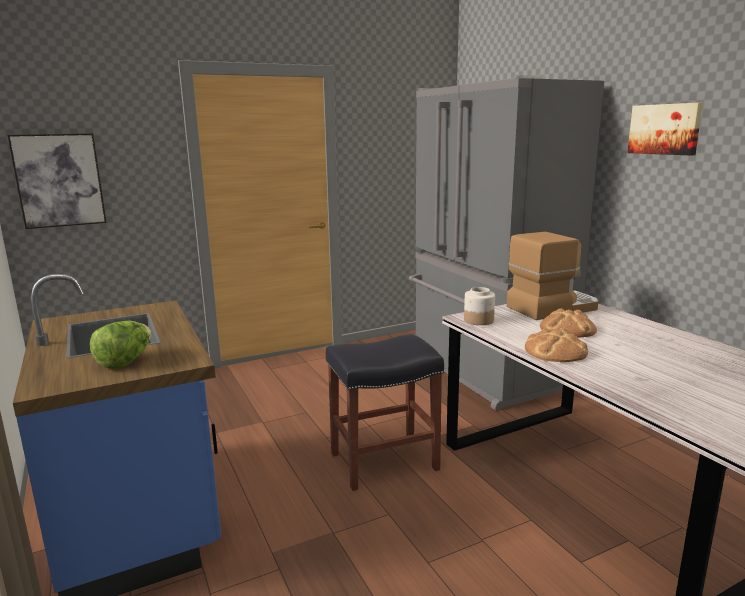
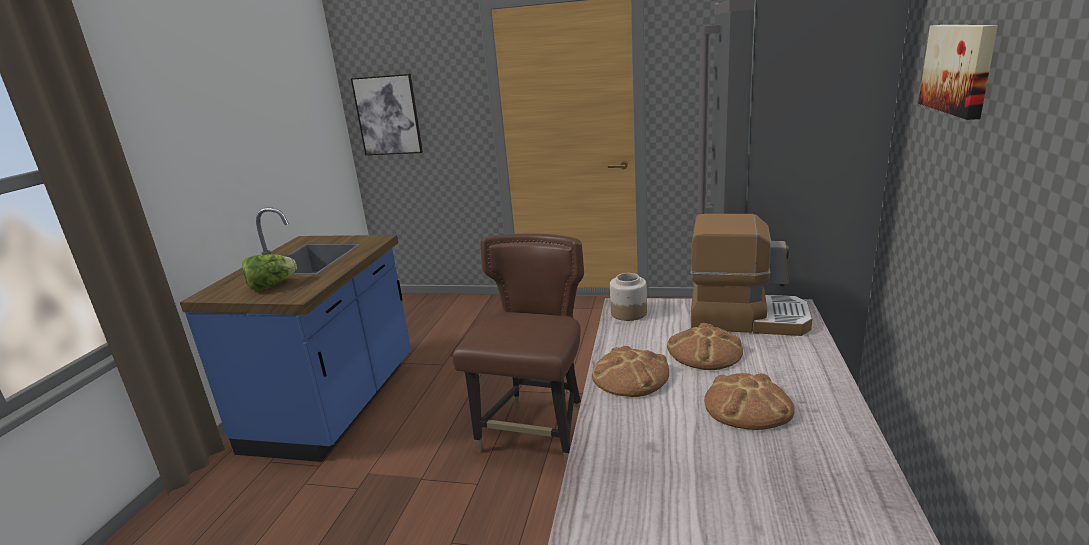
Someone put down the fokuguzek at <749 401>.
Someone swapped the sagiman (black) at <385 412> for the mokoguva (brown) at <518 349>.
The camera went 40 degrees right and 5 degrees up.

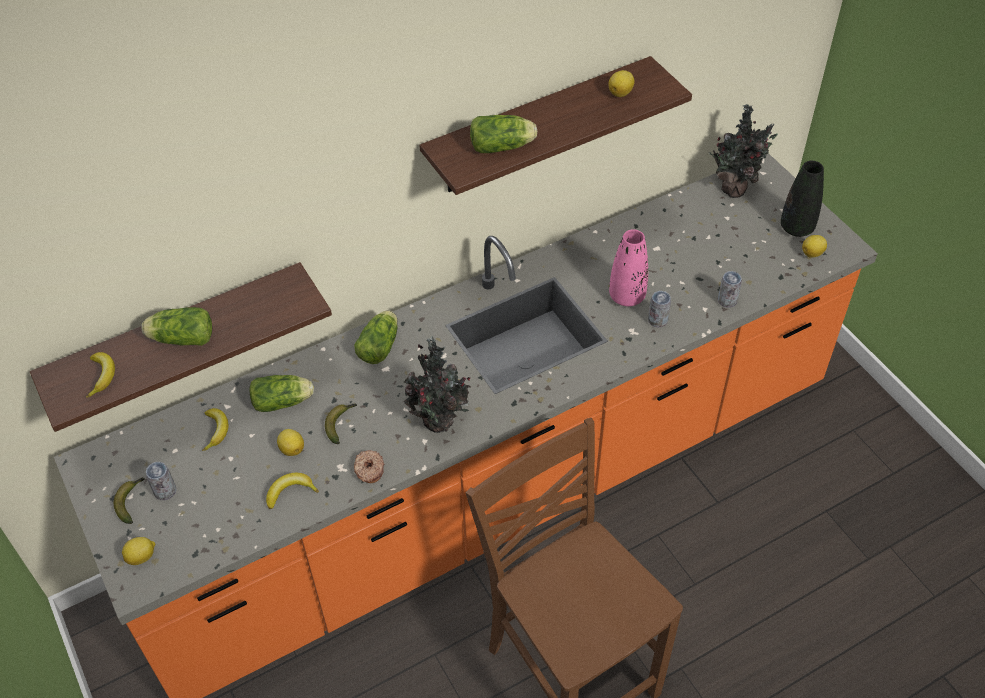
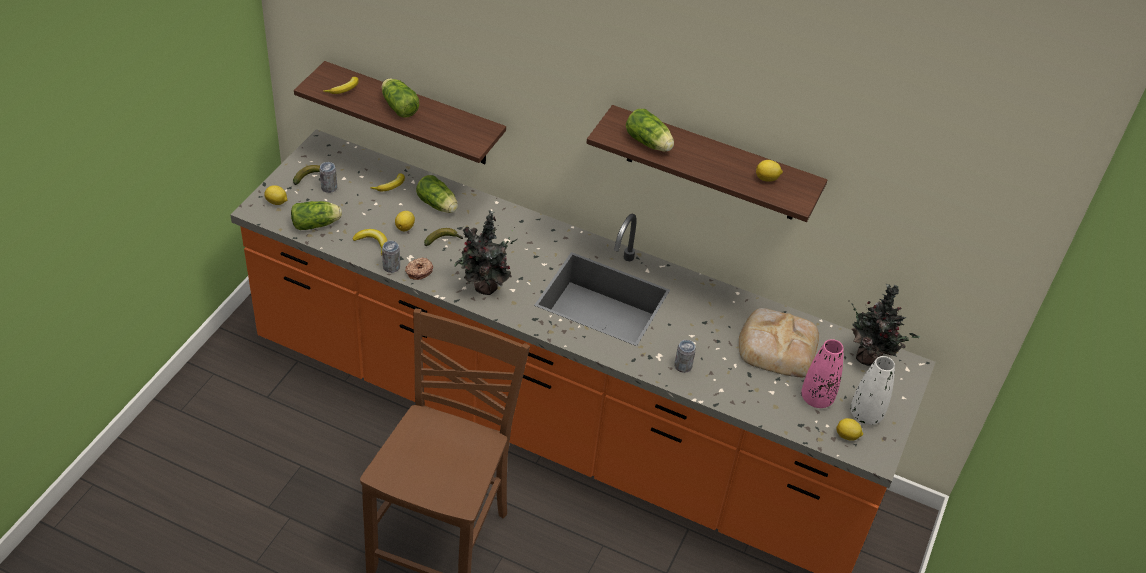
Someone put down the fokuguzek at <779 342>.
Someone carried the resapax from <376 337> to <316 215>.
Someone carried the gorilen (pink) from <628 267> to <822 373>.
Someone carried the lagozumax from <730 289> to <391 257>.
Someone repainted the gorilen (black) at <802 199>, which became the gorilen (white) at <872 390>.
The camera went 50 degrees right and 5 degrees down.

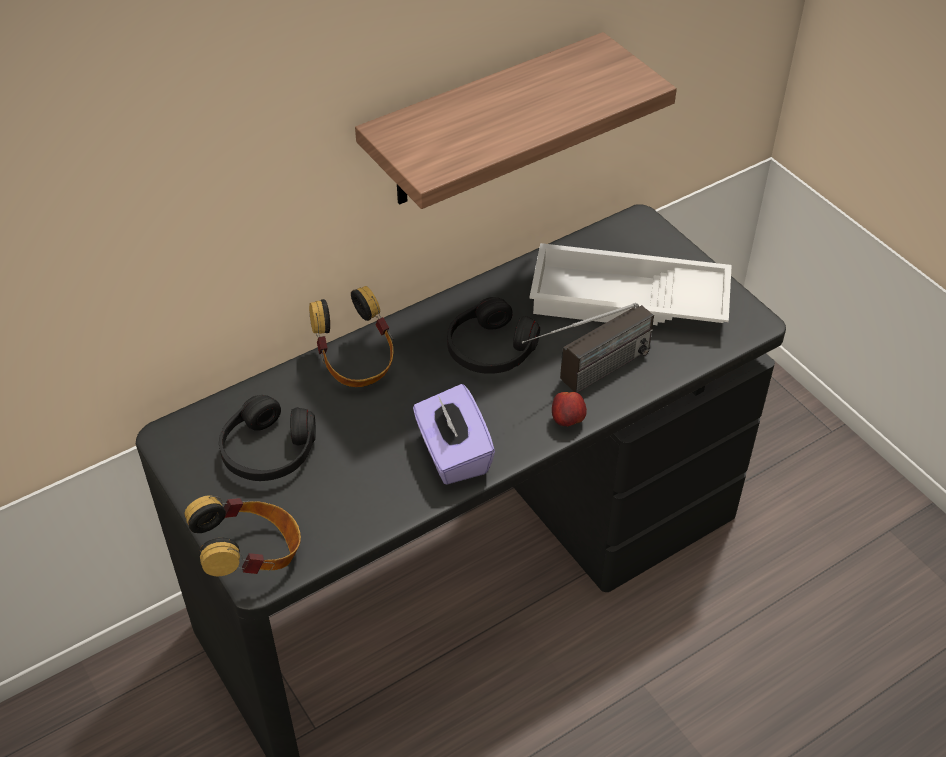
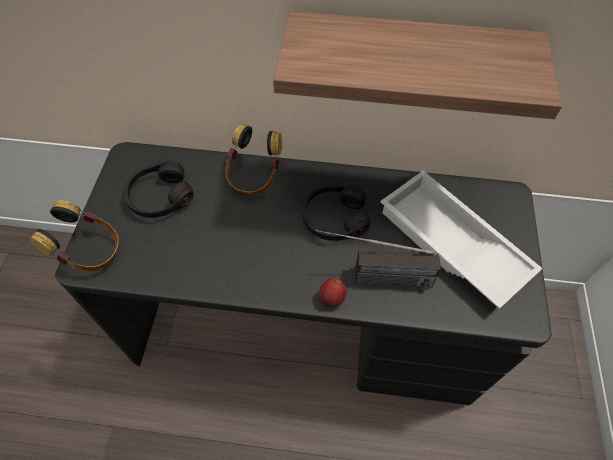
Someone took away the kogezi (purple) at <454 434>.
The camera went 40 degrees right and 10 degrees up.

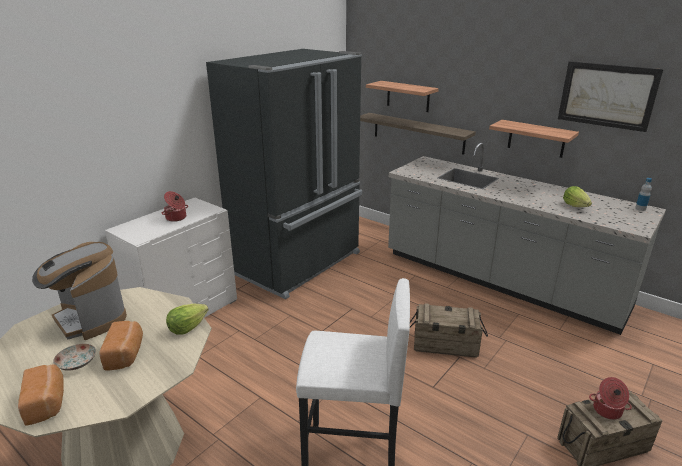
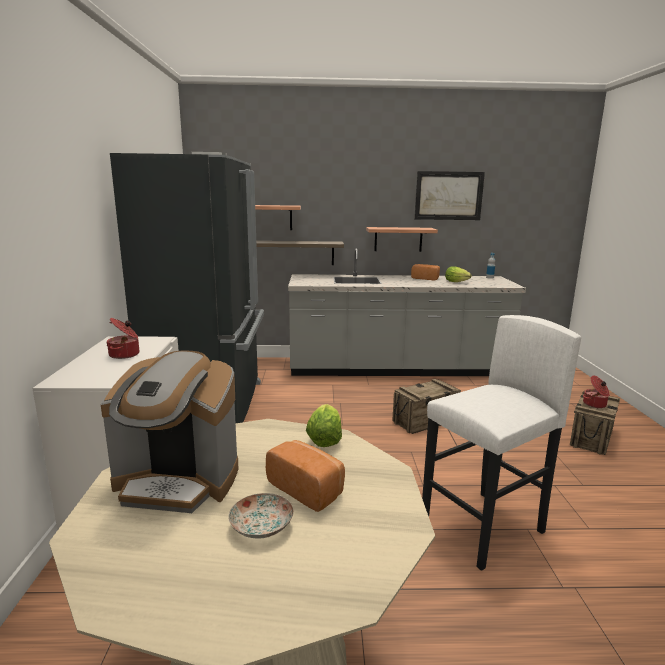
Someone carried the fokuguzek from <41 394> to <425 272>.
The camera went 40 degrees left and 10 degrees down.

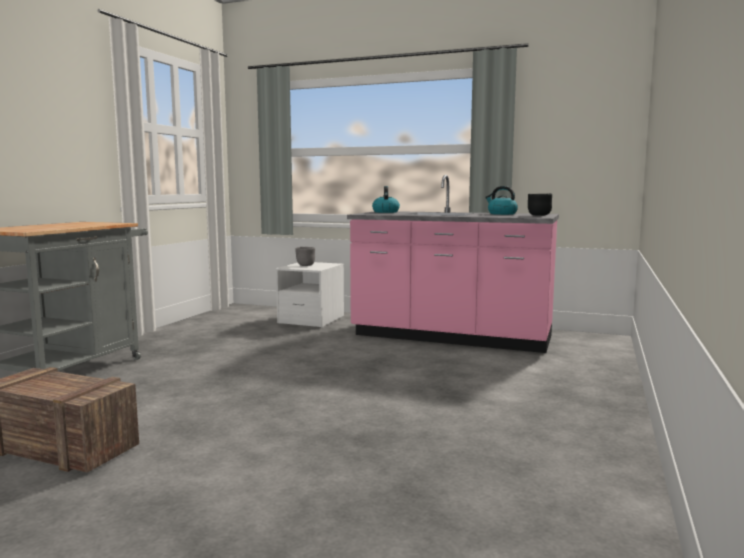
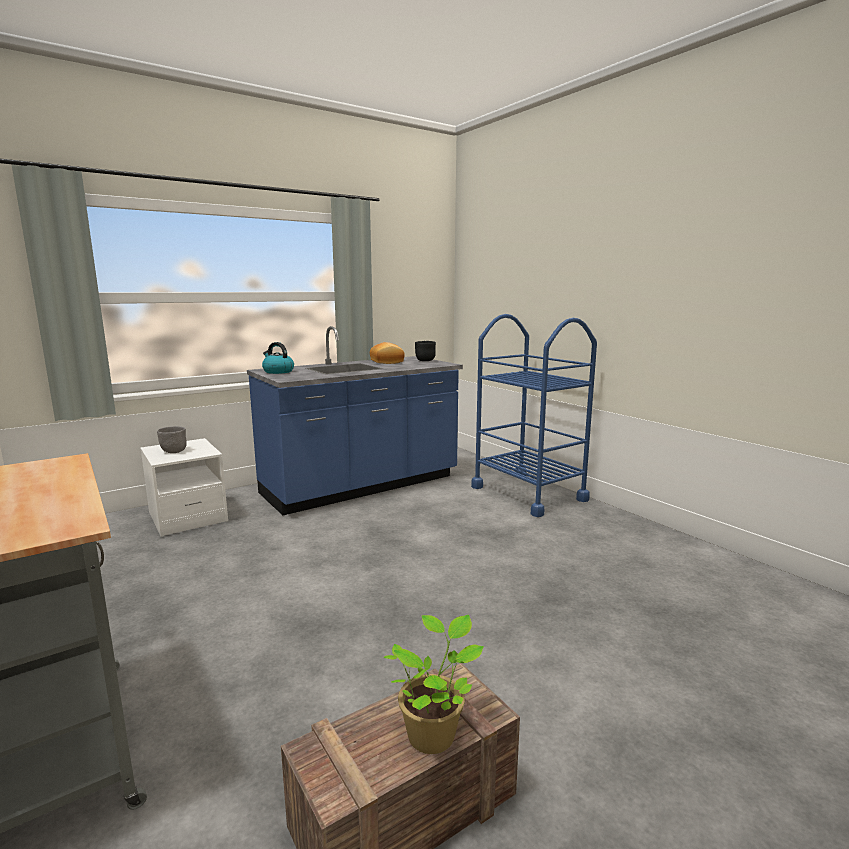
Someone put down the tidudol at <434 684>.
Someone put down the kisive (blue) at <534 415>.
Someone swapped the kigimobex at <501 200> for the fokuguzek at <387 353>.
Someone repainted the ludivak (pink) at <453 264>, which became the ludivak (blue) at <355 420>.
The camera went 55 degrees left and 5 degrees up.

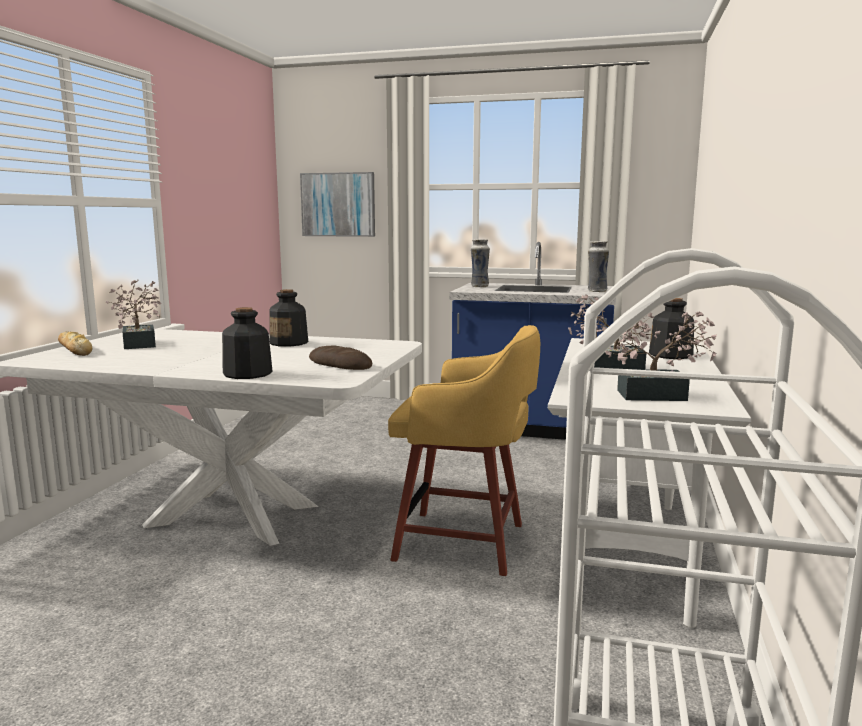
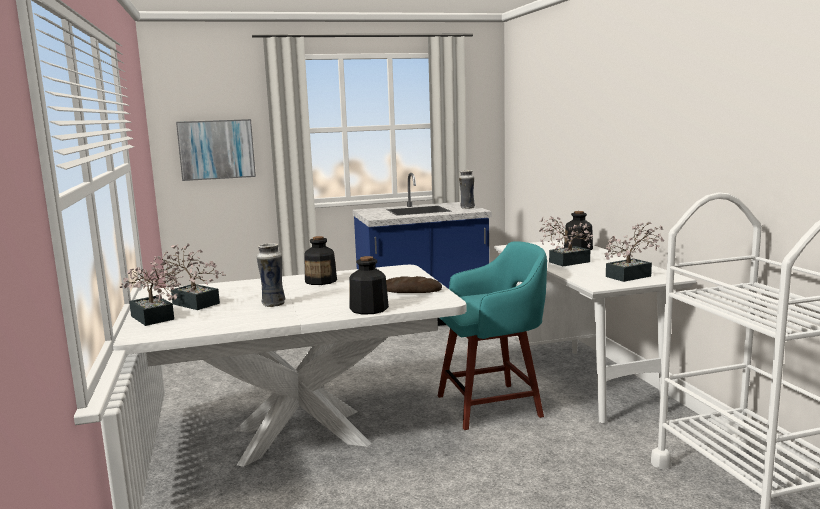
Someone carried the gorilen from <480 263> to <271 275>.
Someone swapped the fokuguzek at <75 343> for the tidudol at <151 293>.
Someone repainted the sagiman (yellow) at <464 450>, which became the sagiman (turquoise) at <492 335>.
The camera went 30 degrees left and 0 degrees up.

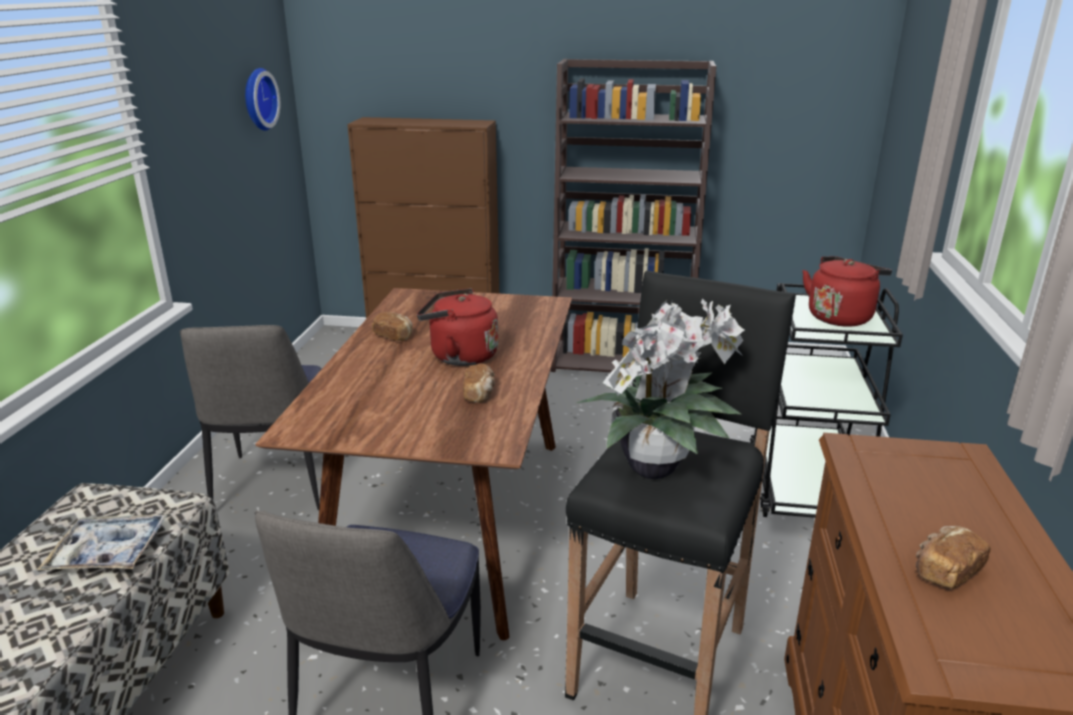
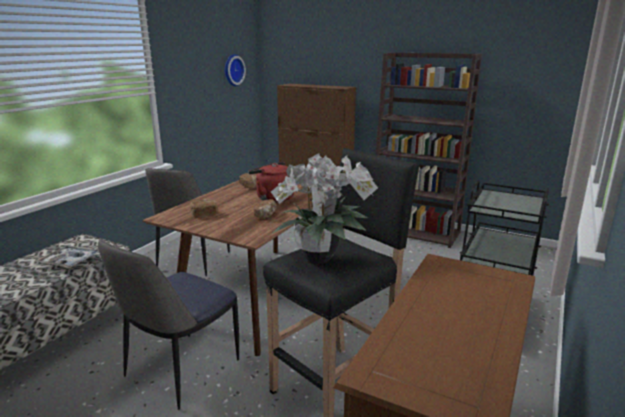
Someone took away the kigimobex (red) at <847 291>.
Someone carried the fokuguzek from <953 557> to <204 207>.
The camera went 20 degrees right and 5 degrees down.

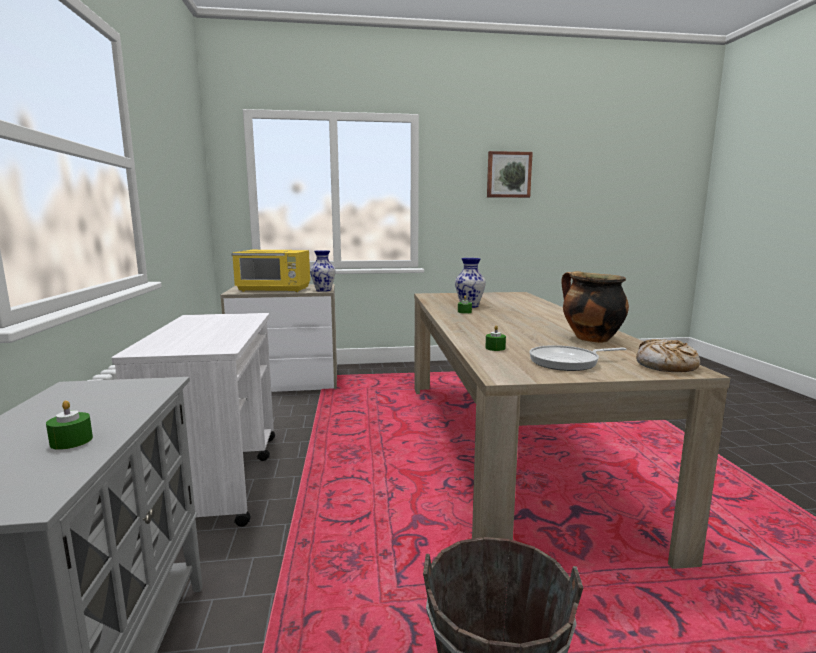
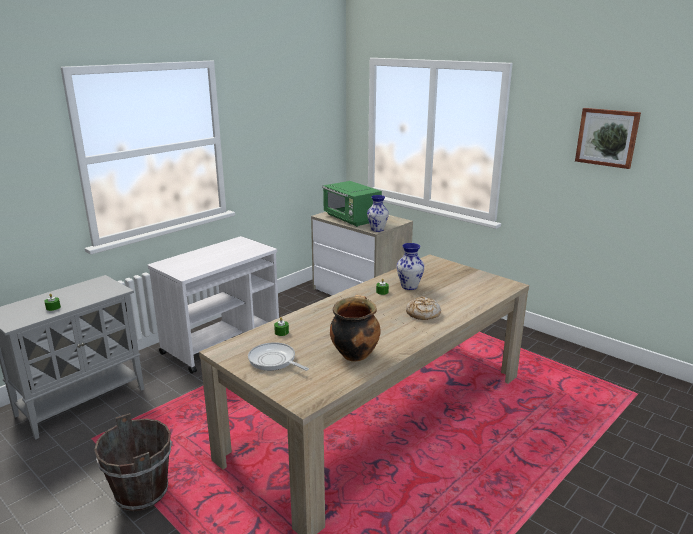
Someone carried the fokuguzek from <668 355> to <423 308>.
Someone repainted the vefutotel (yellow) at <271 271>, which became the vefutotel (green) at <352 204>.
The camera went 50 degrees right and 10 degrees up.

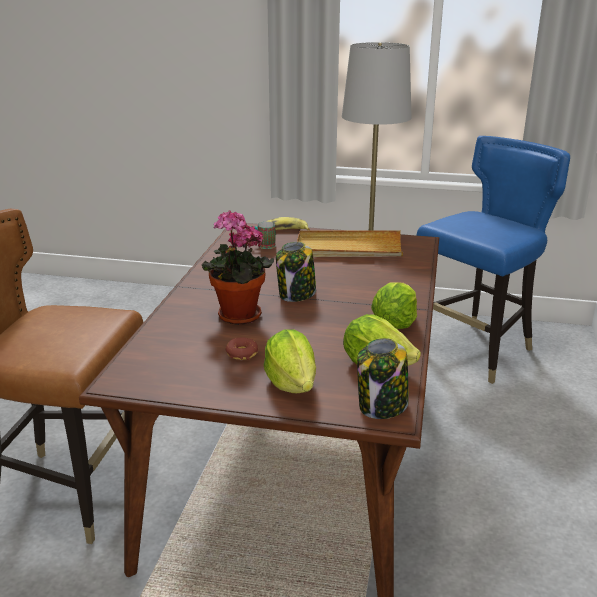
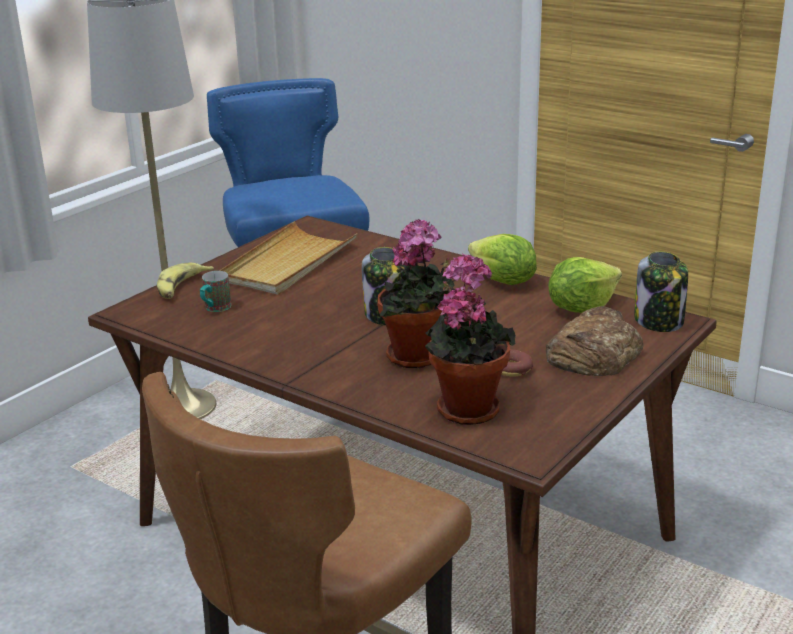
Someone put down the tidudol at <470 339>.
Someone swapped the resapax at <290 361> for the fokuguzek at <594 341>.
The camera went 65 degrees left and 0 degrees up.

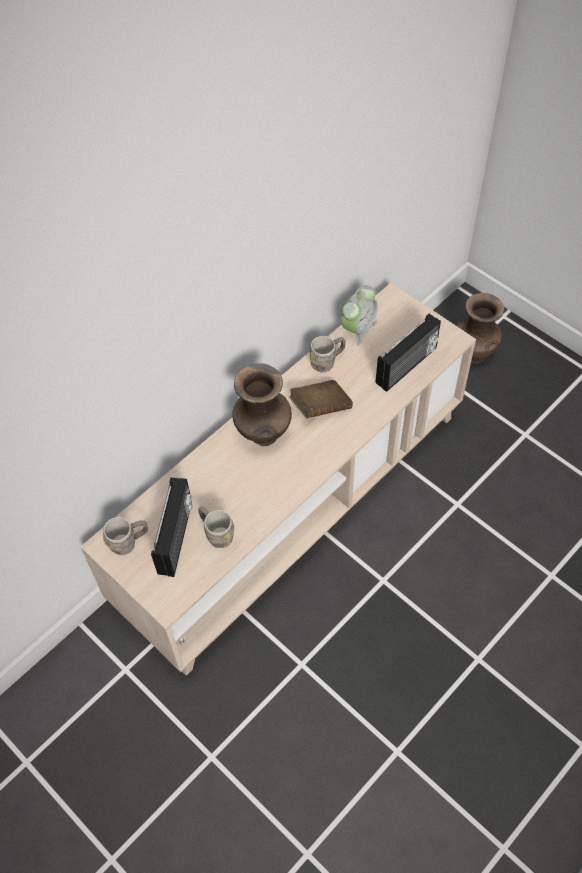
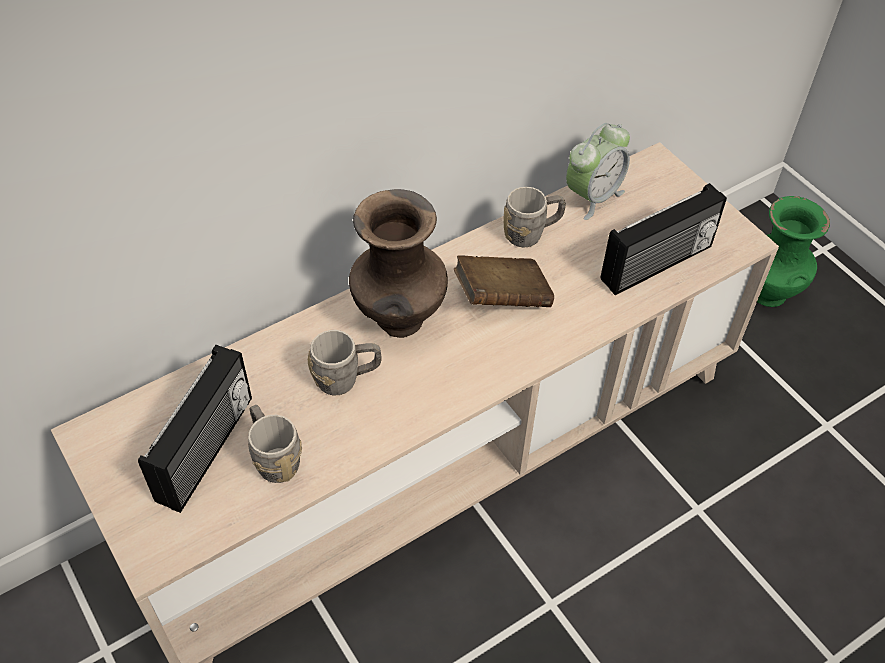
Someone carried the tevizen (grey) from <125 536> to <344 362>.
Someone repainted the gorilen (brown) at <480 328>, which became the gorilen (green) at <793 251>.
The camera went 10 degrees right and 5 degrees down.

